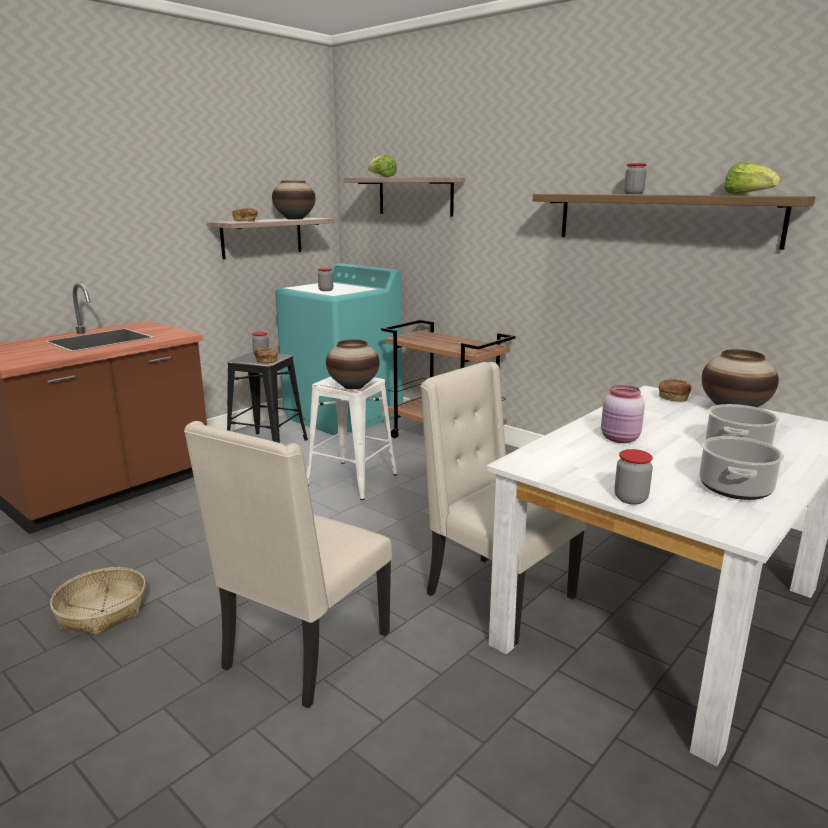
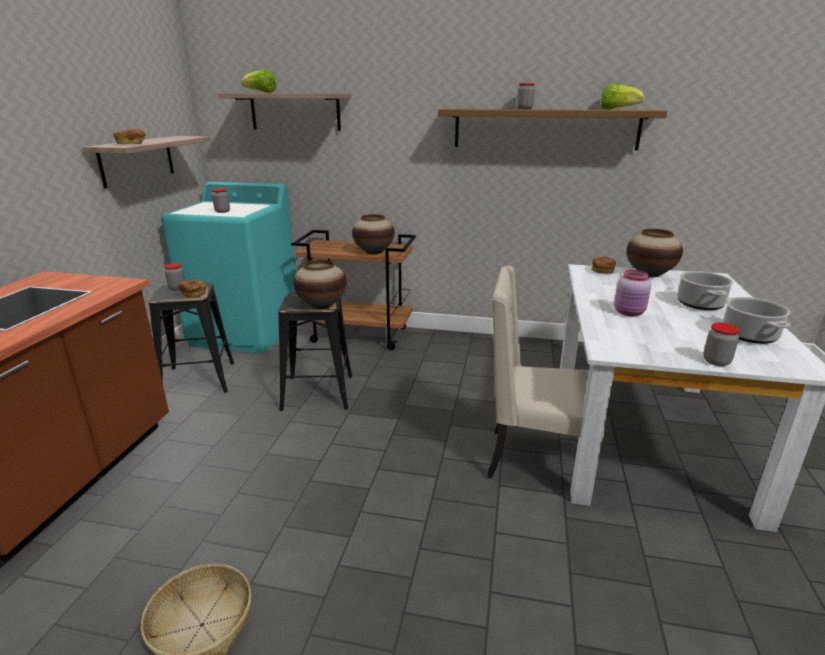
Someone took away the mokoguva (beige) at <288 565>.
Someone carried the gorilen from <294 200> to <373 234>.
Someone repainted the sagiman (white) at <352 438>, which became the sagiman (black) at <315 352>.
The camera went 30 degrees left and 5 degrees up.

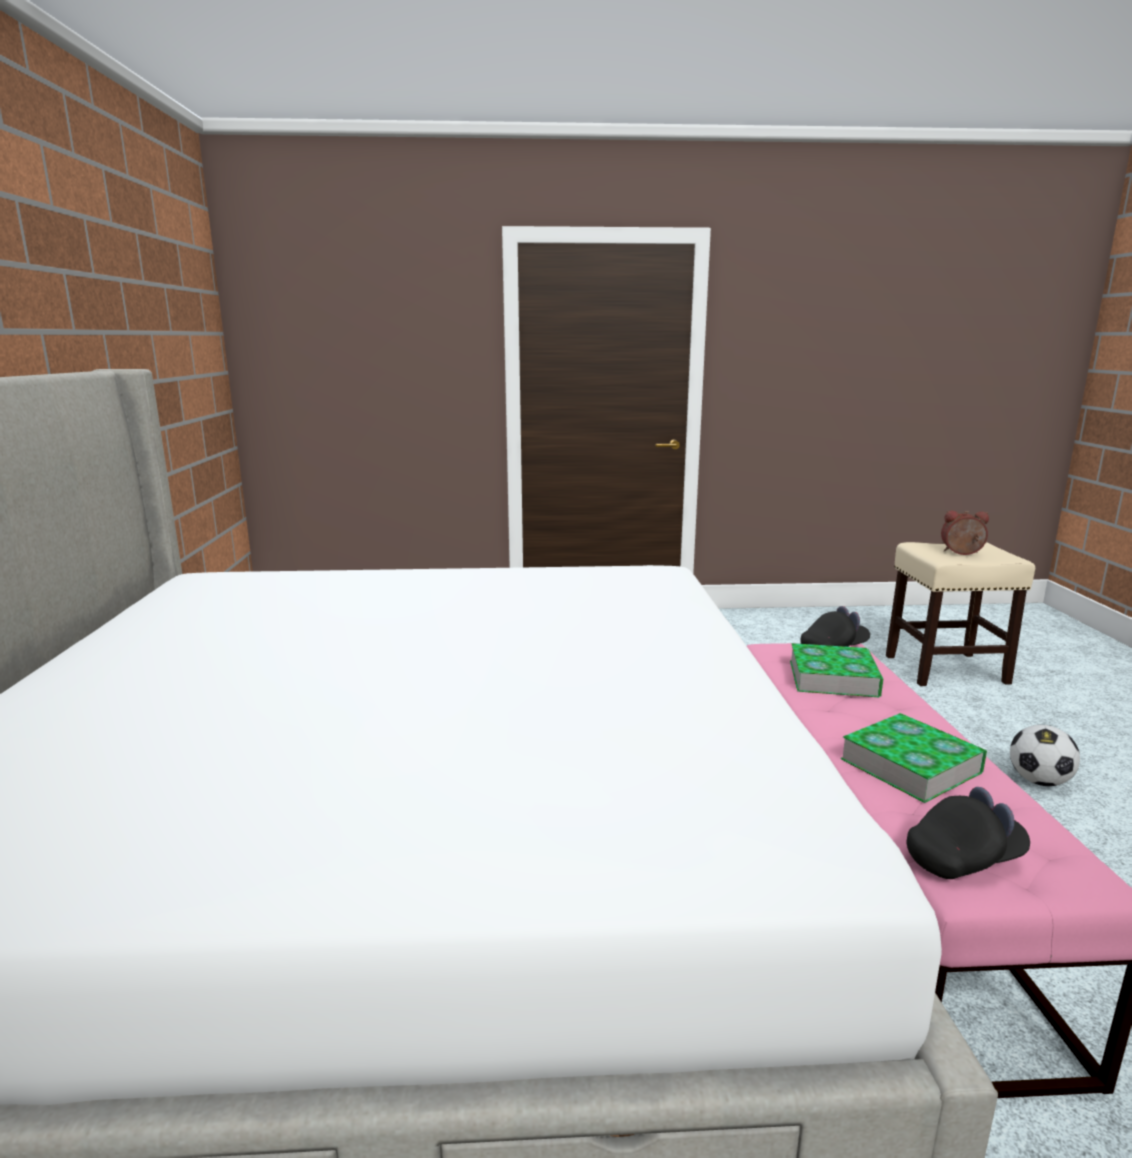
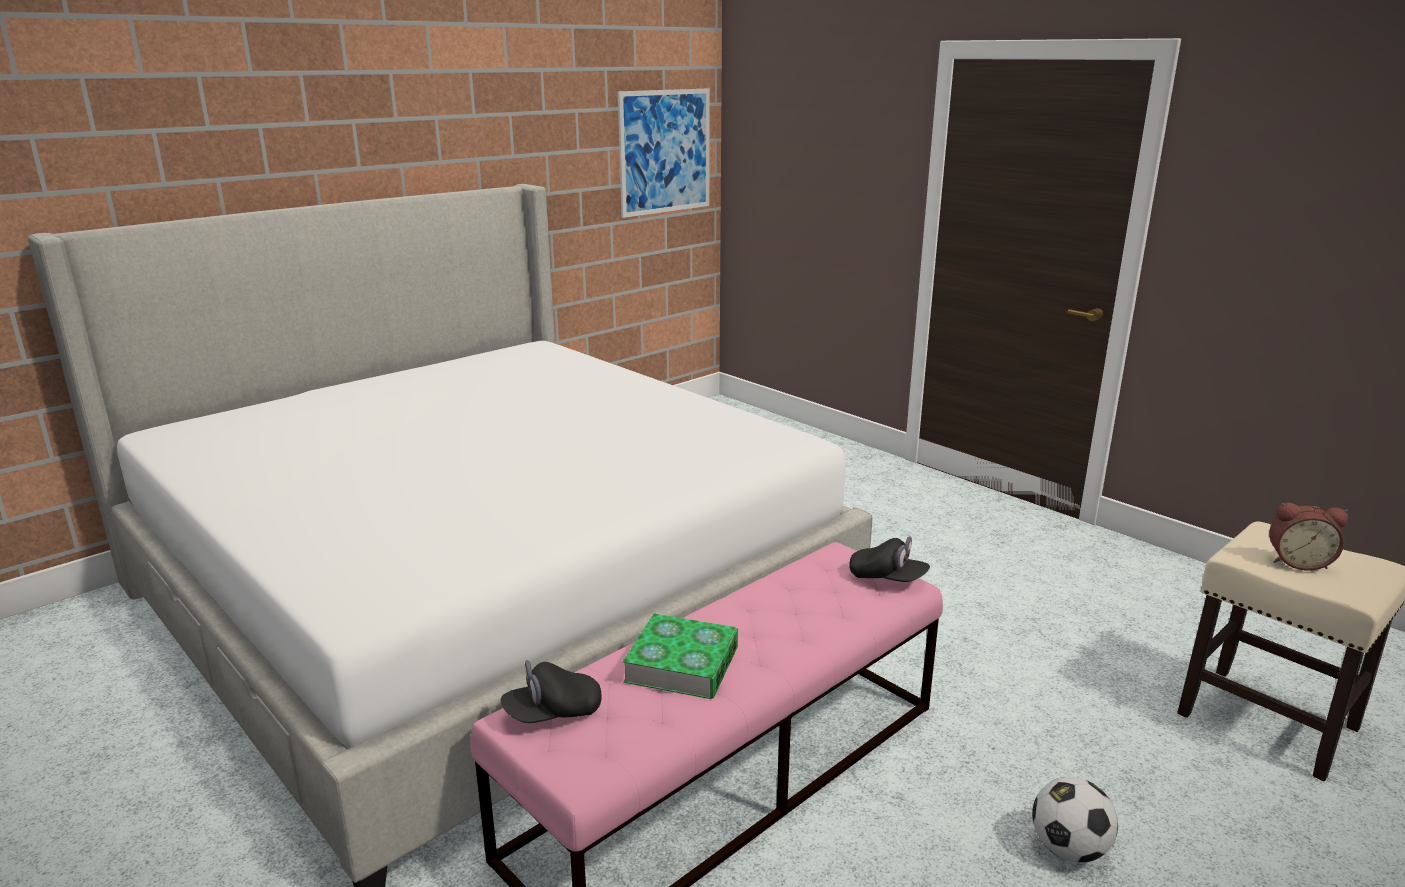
Someone took away the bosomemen at <836 670>.
Someone put up the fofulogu at <664 153>.
Someone rotated the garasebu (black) at <968 833> by 120 degrees clockwise.
Someone rotated the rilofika at <965 533> by 135 degrees clockwise.
The camera went 50 degrees right and 5 degrees up.

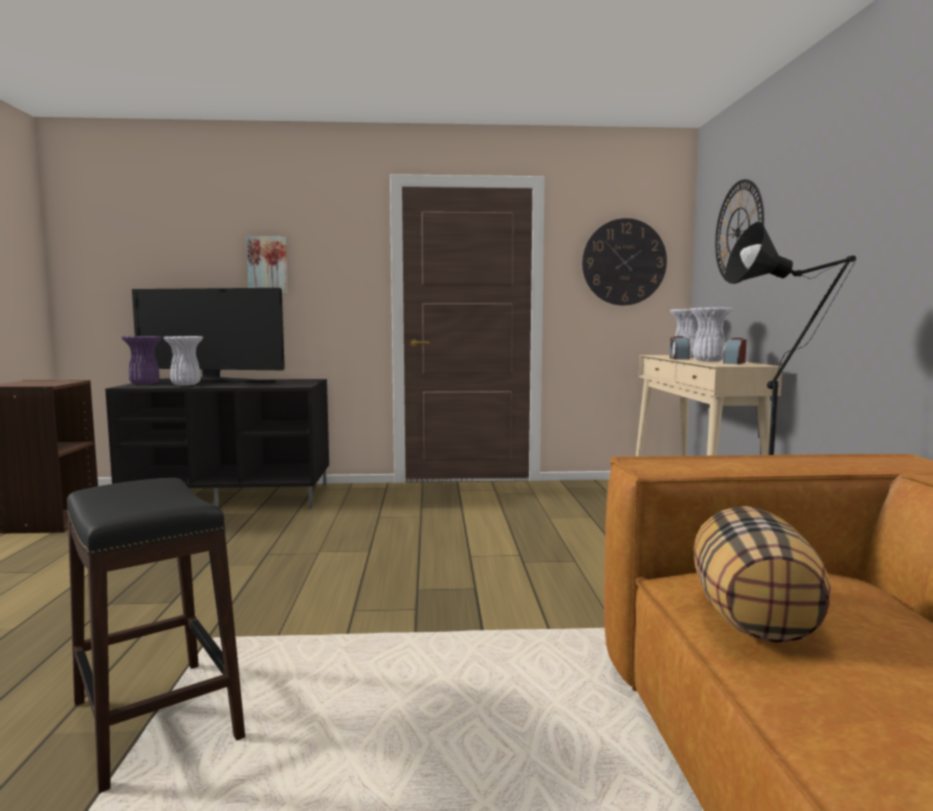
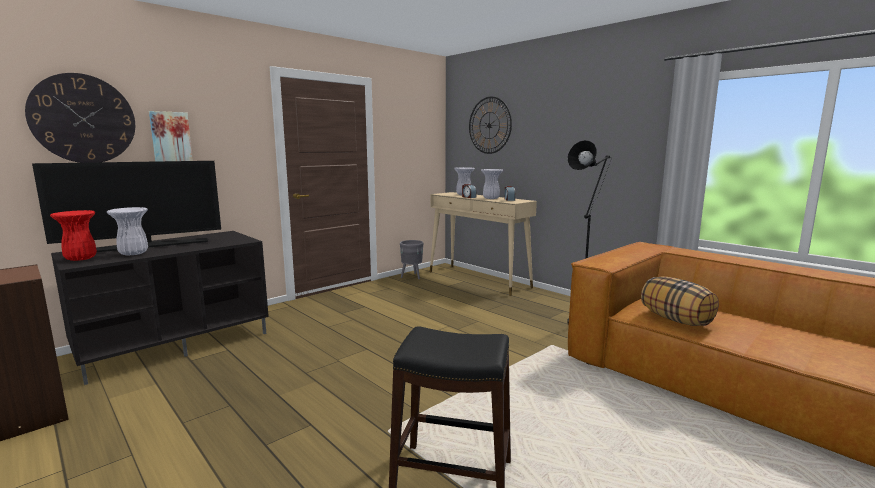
Someone put down the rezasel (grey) at <411 259>.
Someone carried the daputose from <624 261> to <80 118>.
Someone repainted the gorilen (purple) at <141 360>, which became the gorilen (red) at <73 235>.
The camera went 40 degrees left and 5 degrees up.

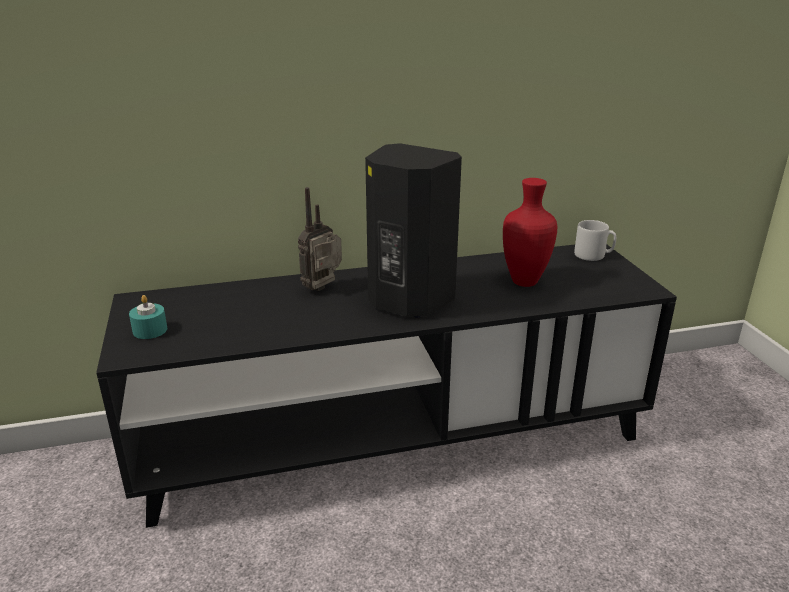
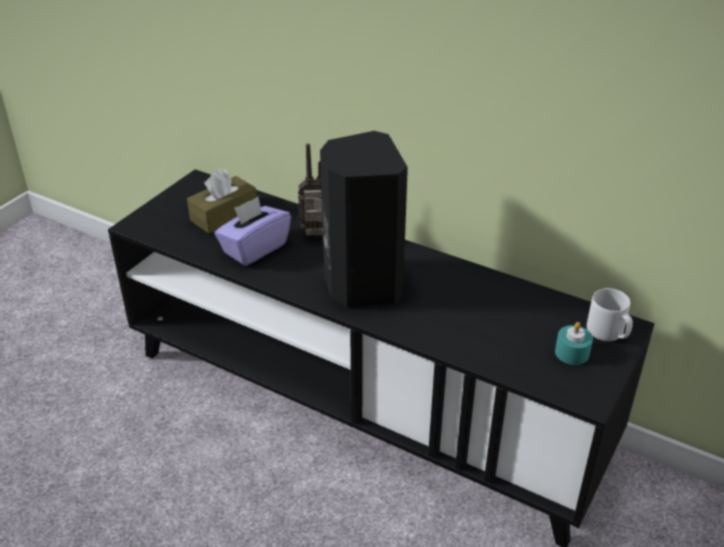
Someone took away the gorilen (red) at <530 232>.
Someone put down the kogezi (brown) at <222 201>.
Someone put down the kogezi (purple) at <252 231>.
Someone carried the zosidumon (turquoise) from <148 317> to <574 343>.
The camera went 45 degrees right and 10 degrees up.

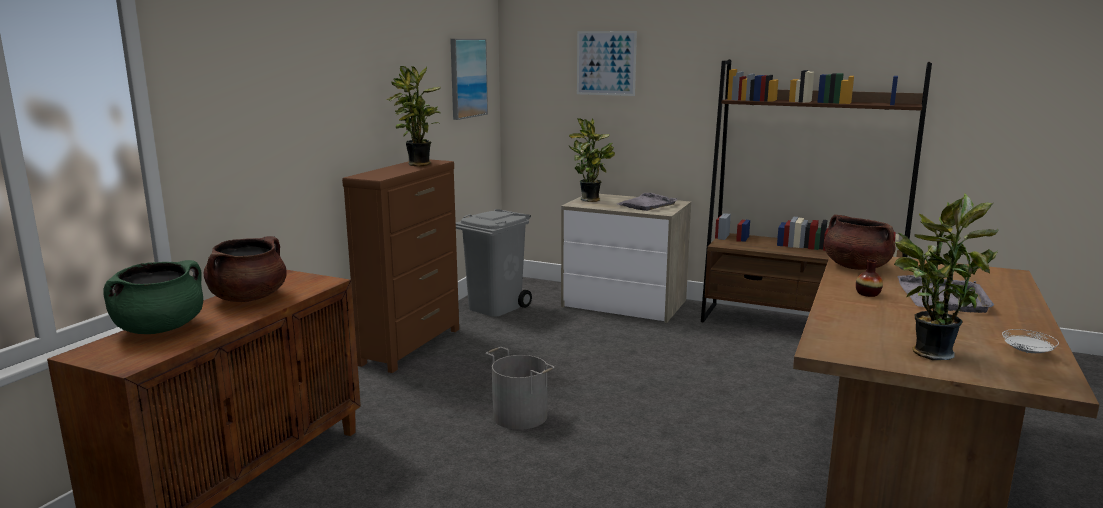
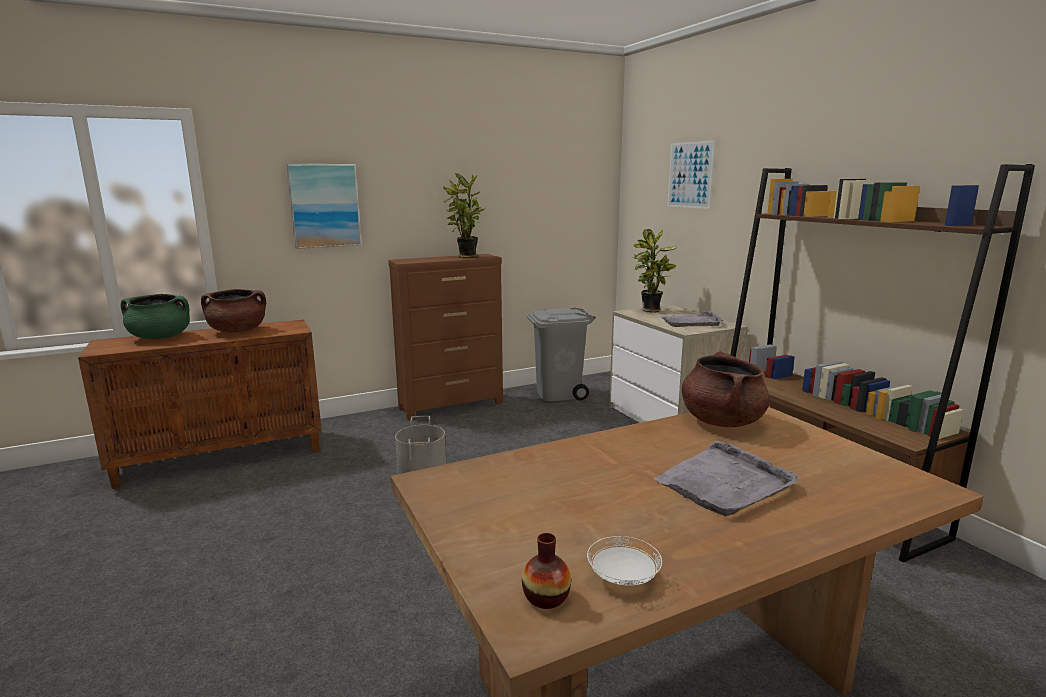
Someone took away the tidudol at <946 277>.
Someone carried the fofulogu from <469 79> to <324 206>.
Someone carried the gorilen from <869 278> to <546 571>.
The camera went 40 degrees right and 0 degrees up.

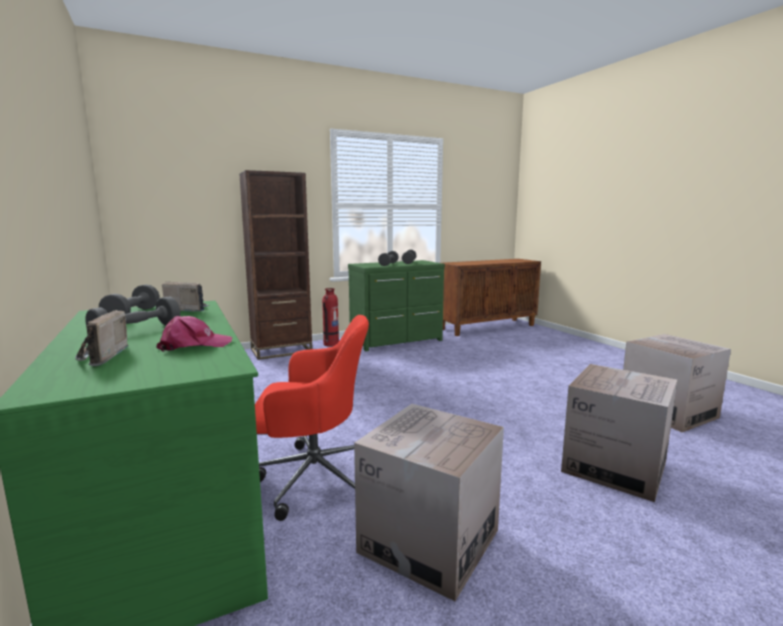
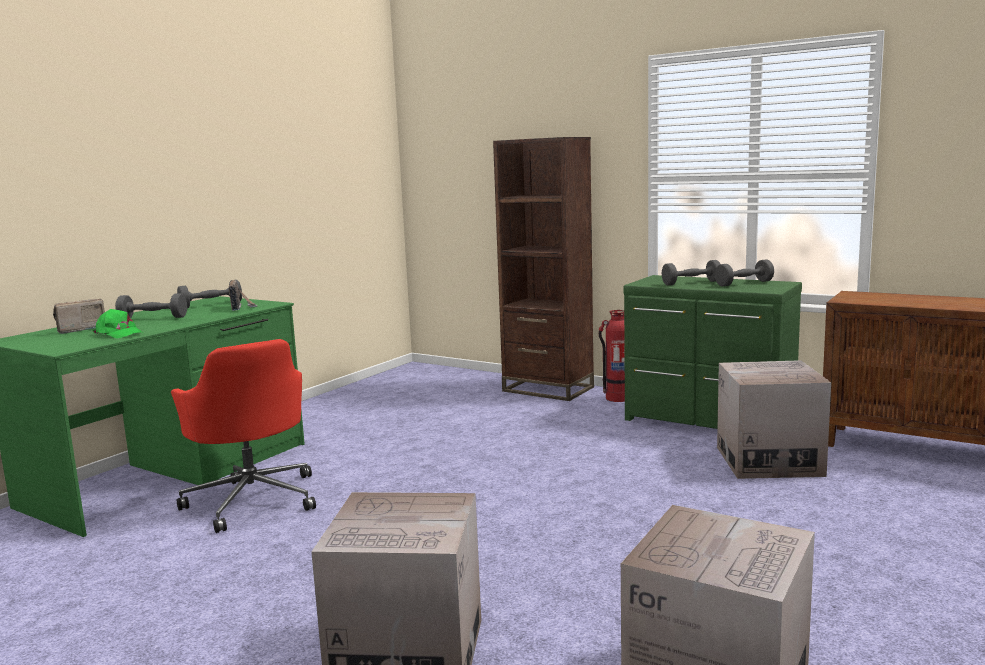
Someone carried the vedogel from <429 502> to <774 419>.
Someone repainted the garasebu (pink) at <194 334>, which became the garasebu (green) at <118 324>.
The camera went 60 degrees right and 0 degrees up.

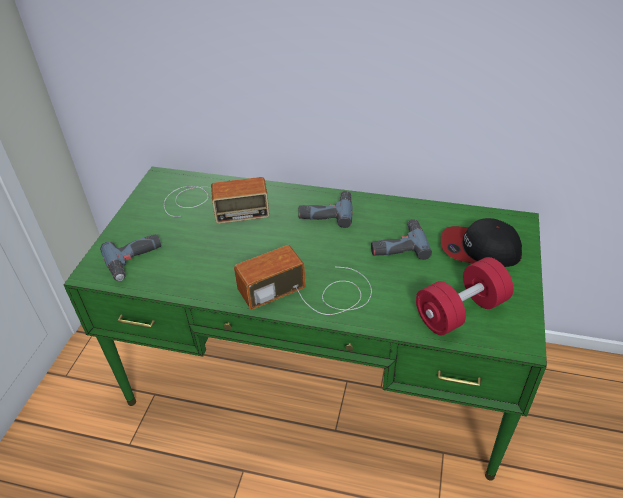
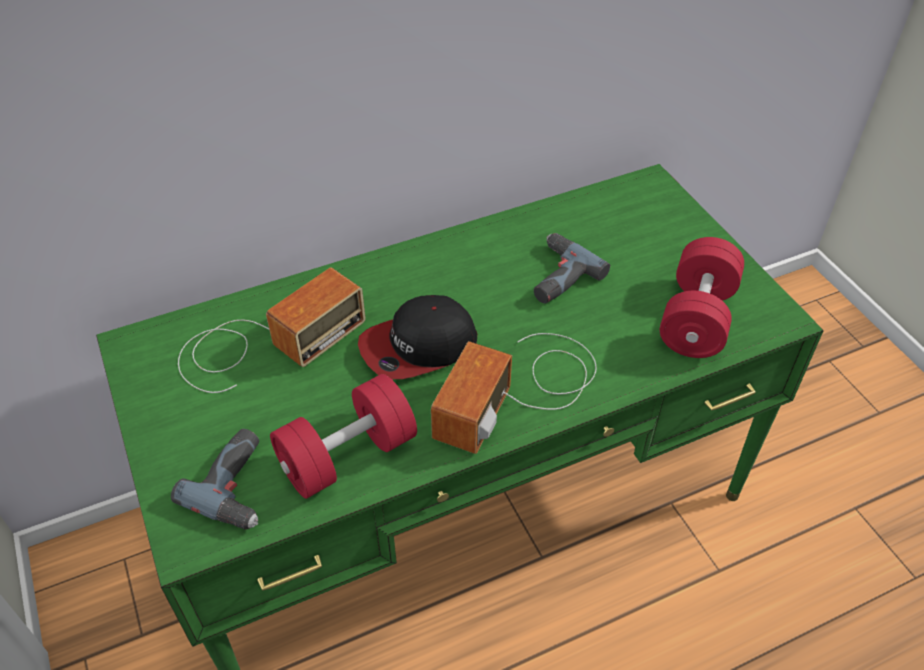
Someone took away the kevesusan at <325 209>.
Someone put down the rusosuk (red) at <343 436>.
Someone carried the garasebu from <481 242> to <417 337>.
The camera went 40 degrees left and 5 degrees up.

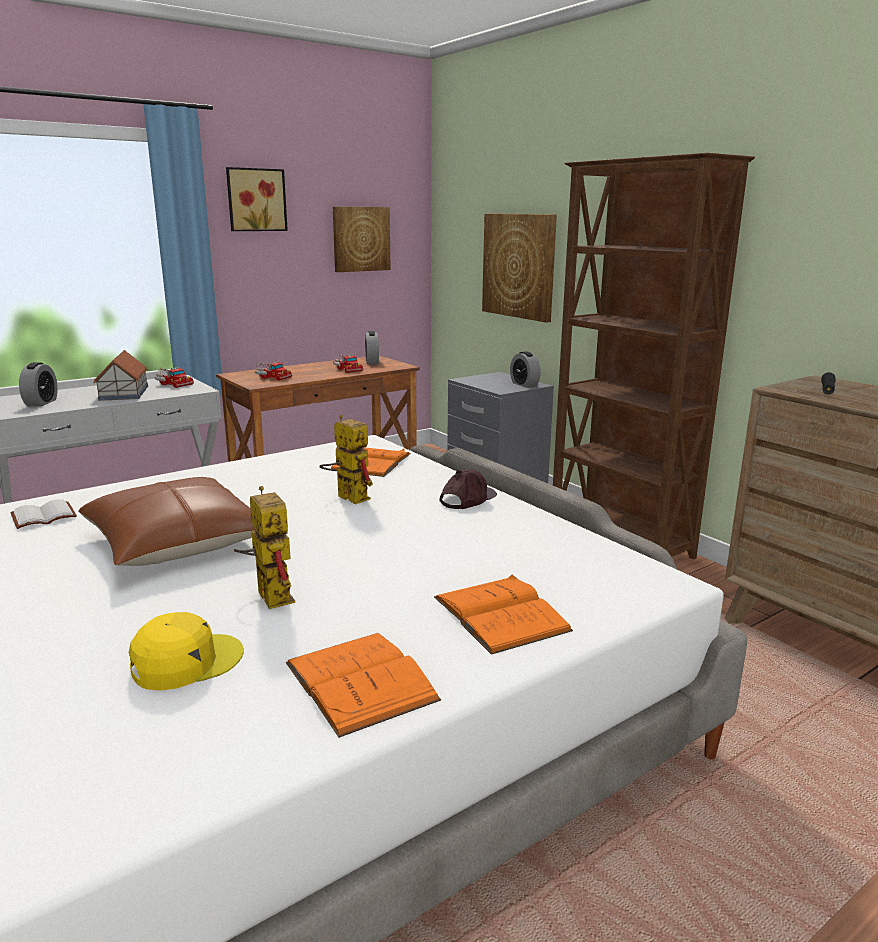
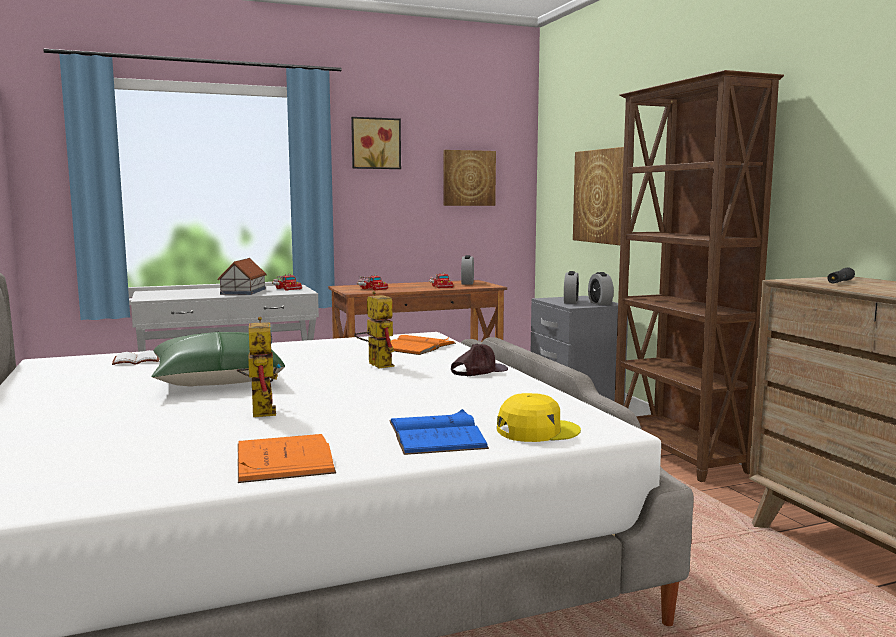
Someone carried the rilofika from <38 384> to <571 287>.
Someone carried the garasebu (yellow) from <186 651> to <539 417>.
Someone repainted the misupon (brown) at <166 521>, which became the misupon (green) at <218 359>.
Someone repainted the bosomemen (orange) at <503 615>, which became the bosomemen (blue) at <439 432>.
The camera went 15 degrees right and 10 degrees down.

